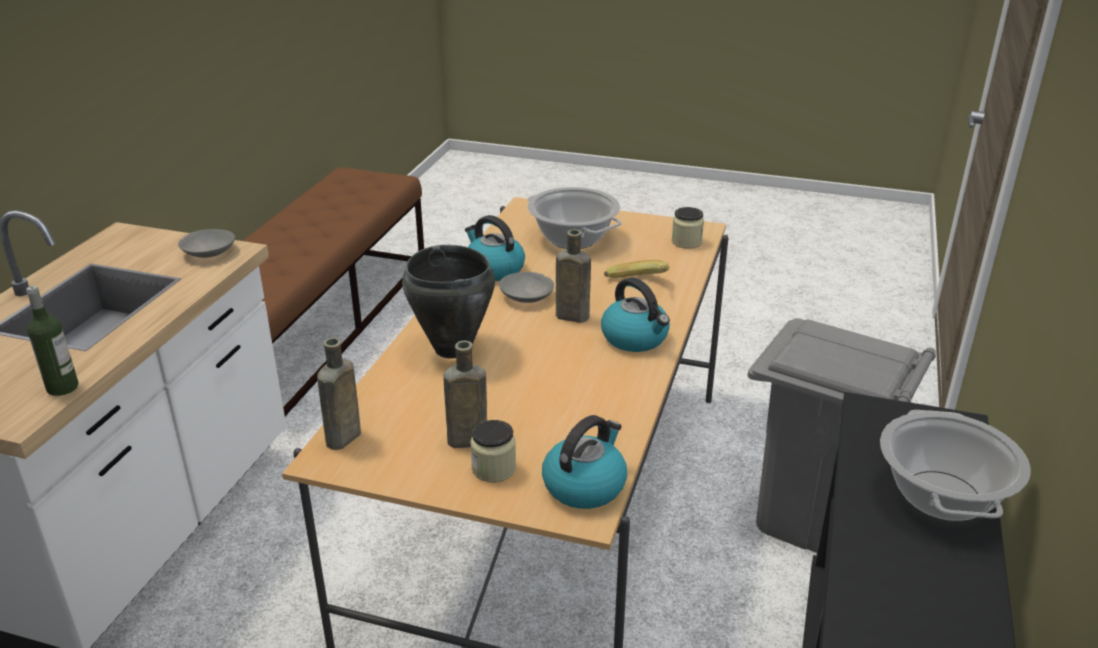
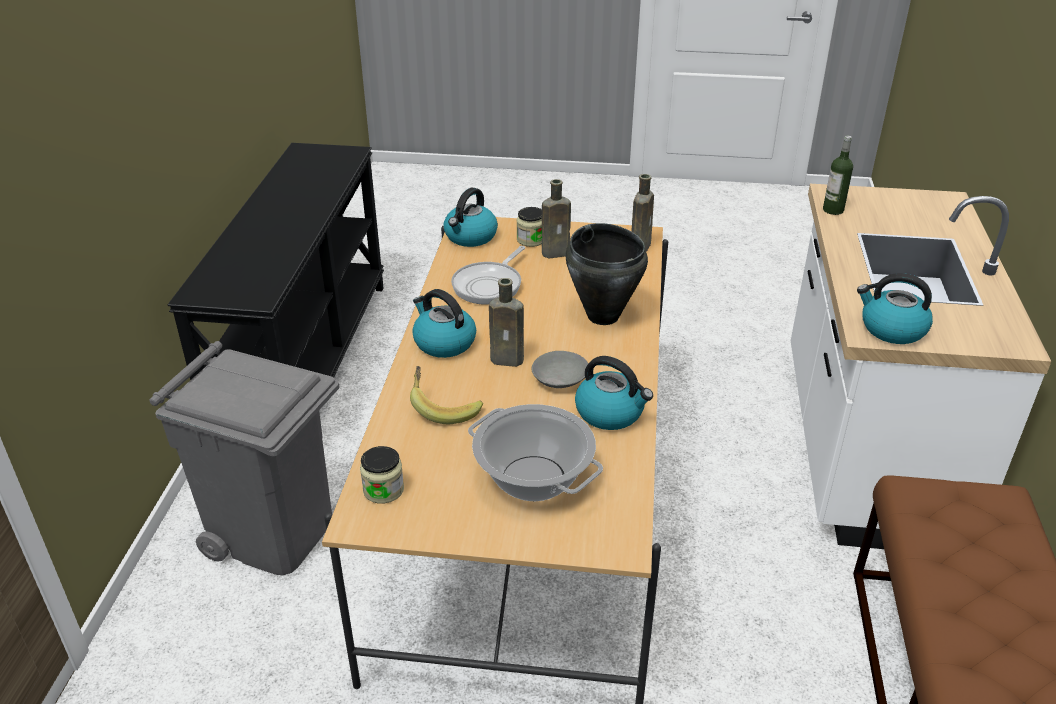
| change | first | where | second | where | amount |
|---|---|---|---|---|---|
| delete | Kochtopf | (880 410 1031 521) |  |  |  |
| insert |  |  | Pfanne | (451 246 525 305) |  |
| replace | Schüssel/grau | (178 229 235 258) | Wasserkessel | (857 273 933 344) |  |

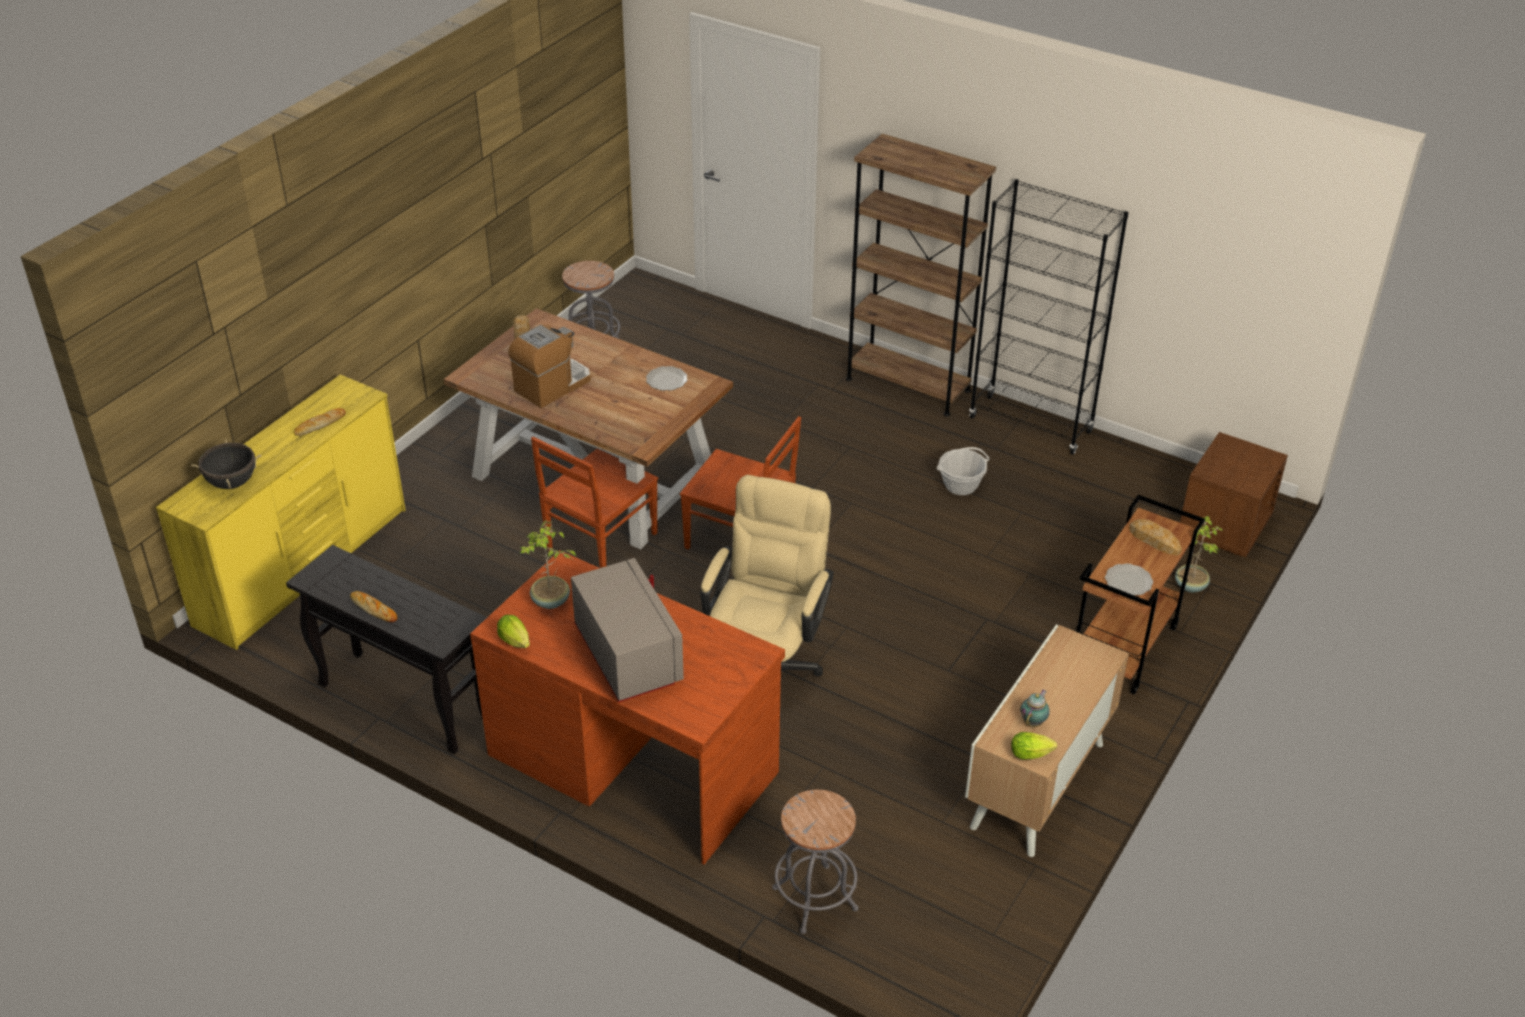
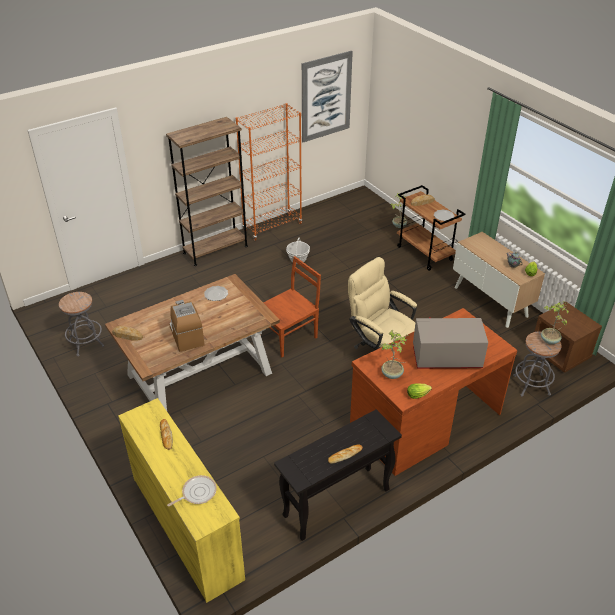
| change | first | where | second | where | amount |
|---|---|---|---|---|---|
| delete | Stuhl/braun | (531 437 658 568) |  |  |  |
| insert |  |  | Bild | (302 51 353 143) |  |
| insert |  |  | Topfpflanze | (541 301 569 345) |  |
| move | Nachttisch/braun | (1180 432 1288 557) |  | (534 302 602 373) |  |
| replace | Kochtopf/schwarz | (191 440 262 489) | Pfanne | (167 475 217 506) |  |
| recolor | Bücherregal/schwarz | (969 179 1129 455) | Bücherregal/orange | (236 103 302 241) |  |

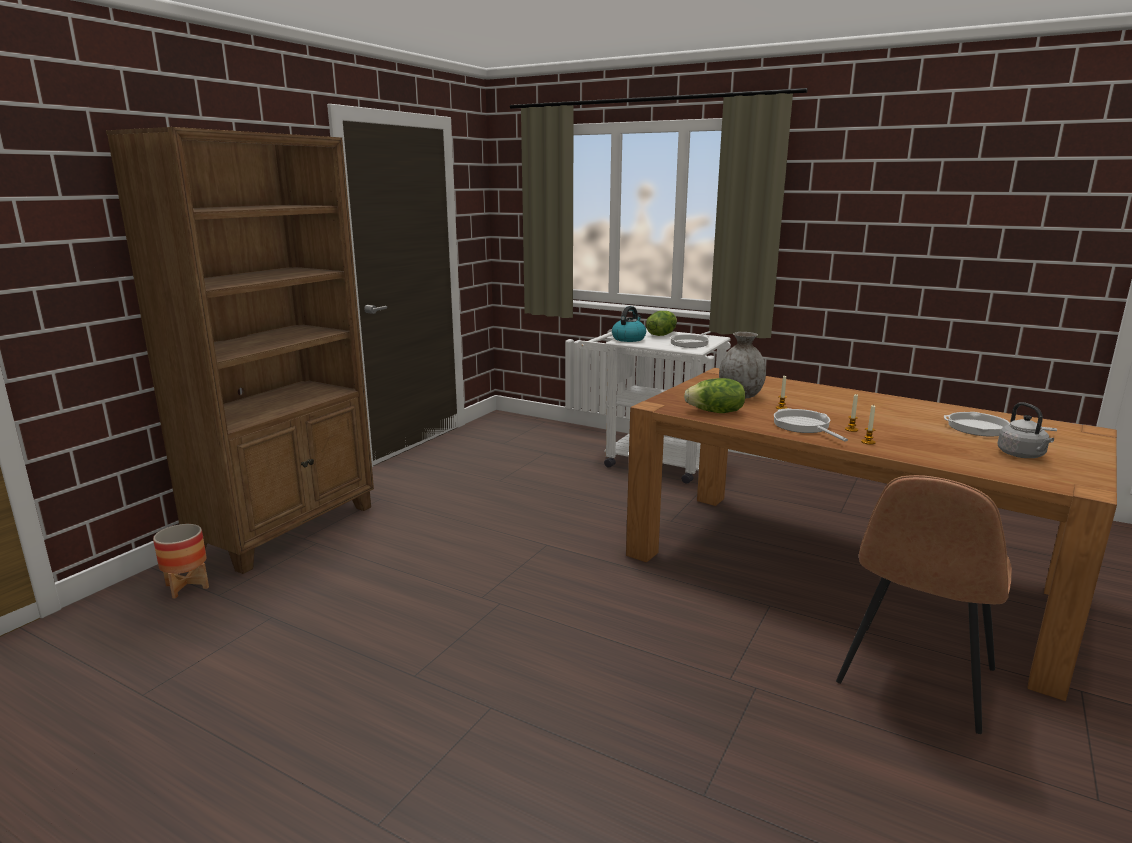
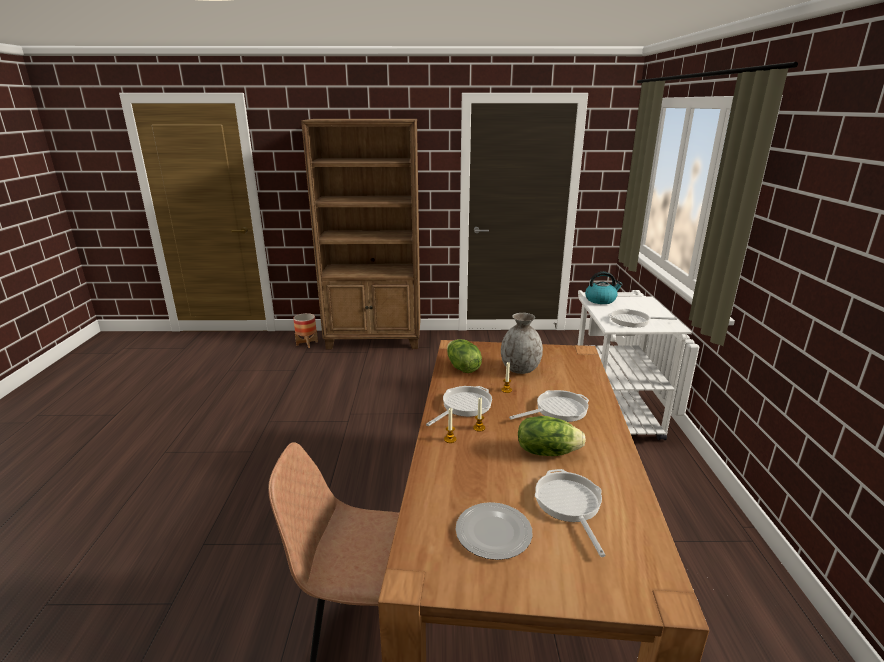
| change | first | where | second | where | amount |
|---|---|---|---|---|---|
| insert |  |  | Pfanne | (509 390 589 422) |  |
| move | Salatkopf | (646 311 677 336) |  | (518 416 586 456) |  |
| replace | Wasserkessel/grau | (998 402 1054 458) | Teller | (456 502 533 560) |  |

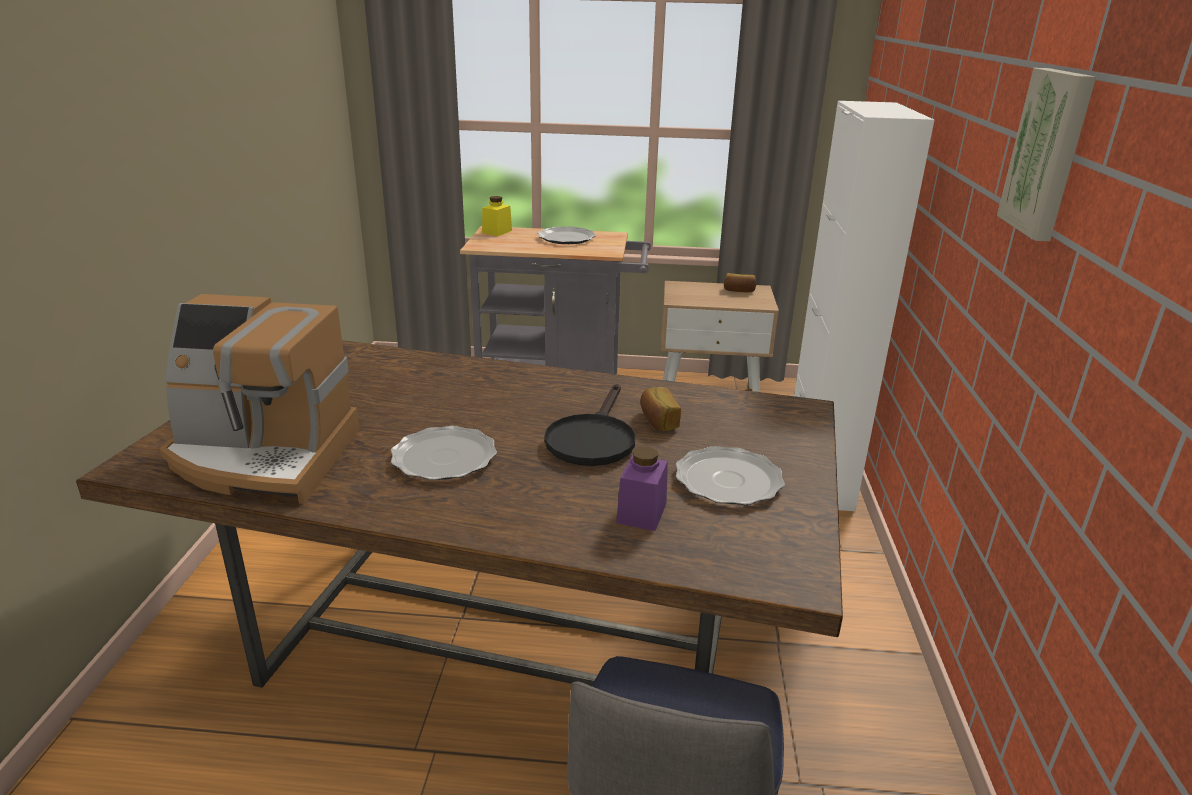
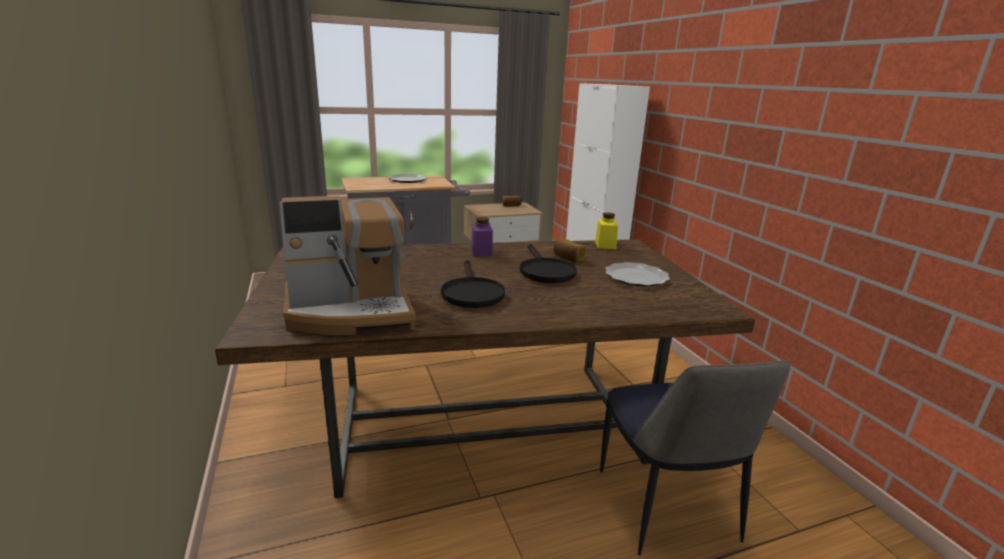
| change | first | where | second | where | amount |
|---|---|---|---|---|---|
| delete | Bild | (997 68 1096 241) |  |  |  |
| move | Vorratsglas/gelb | (482 196 512 236) |  | (595 213 618 249) |  |
| move | Vorratsglas/lila | (616 446 668 531) |  | (471 217 493 256) |  |
| replace | Teller | (391 426 497 480) | Pfanne/schwarz | (441 260 505 308) |  |

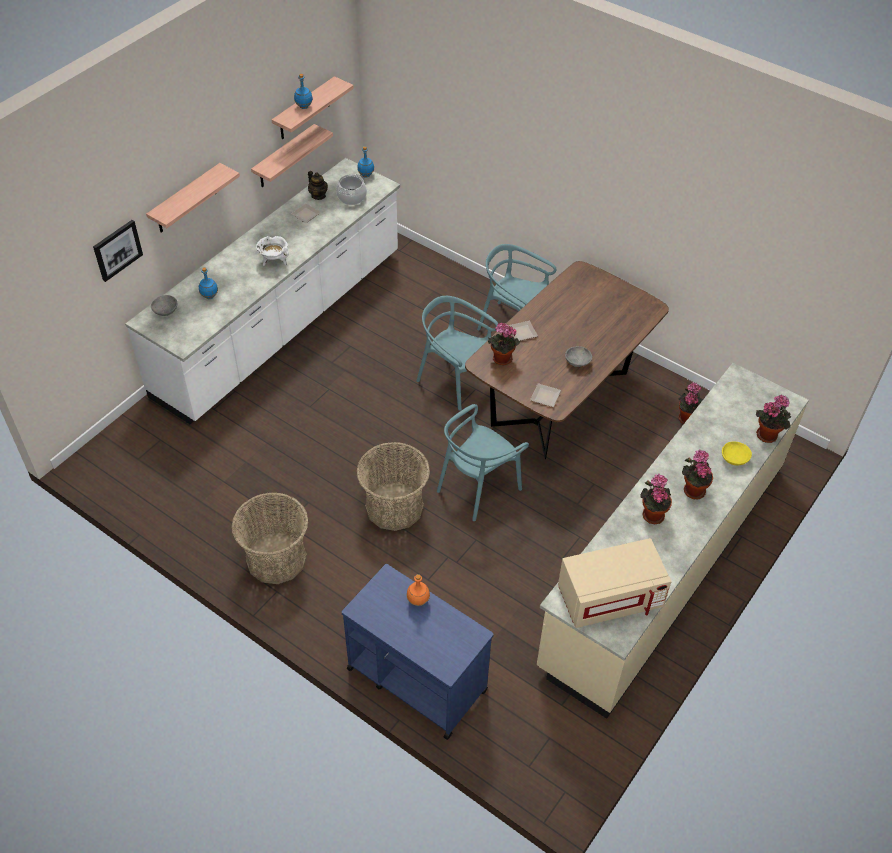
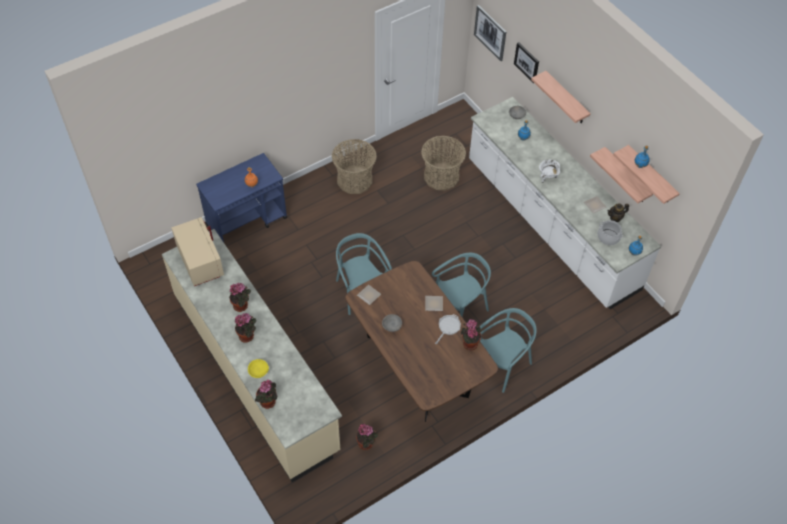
| change | first | where | second | where | amount |
|---|---|---|---|---|---|
| insert |  |  | Pfanne | (435 314 461 344) |  |
| insert |  |  | Bild | (474 5 506 61) |  |
| move | Korb | (357 442 430 531) |  | (421 136 466 190) |  |
| move | Topfpflanze | (488 323 520 365) |  | (461 319 481 350) |  |
| rotate | Mikrowelle/beige | (558 538 672 628) |  | (172 217 224 286) | 150 degrees clockwise |

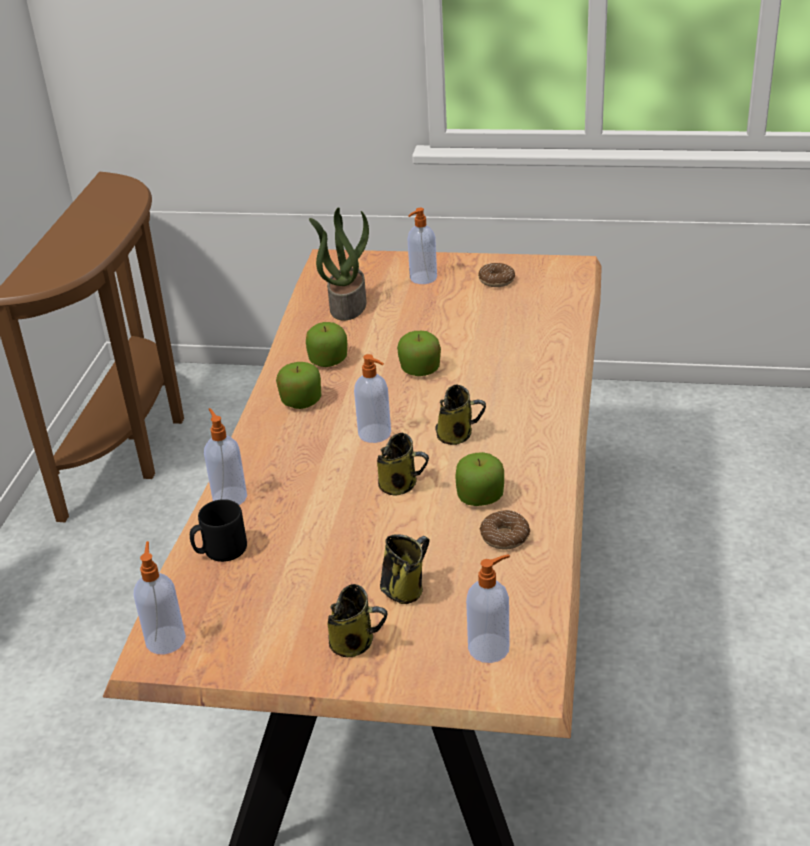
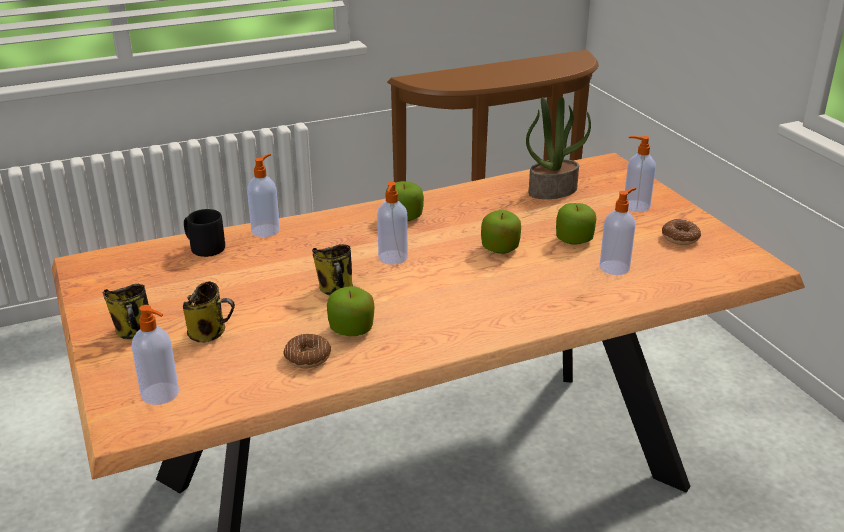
| change | first | where | second | where | amount |
|---|---|---|---|---|---|
| delete | Henkelbecher | (435 384 486 445) |  |  |  |
| move | Seifenspender | (134 541 186 654) |  | (599 188 636 275) |  |
| move | Apfel | (306 322 347 367) |  | (556 203 596 245) |  |

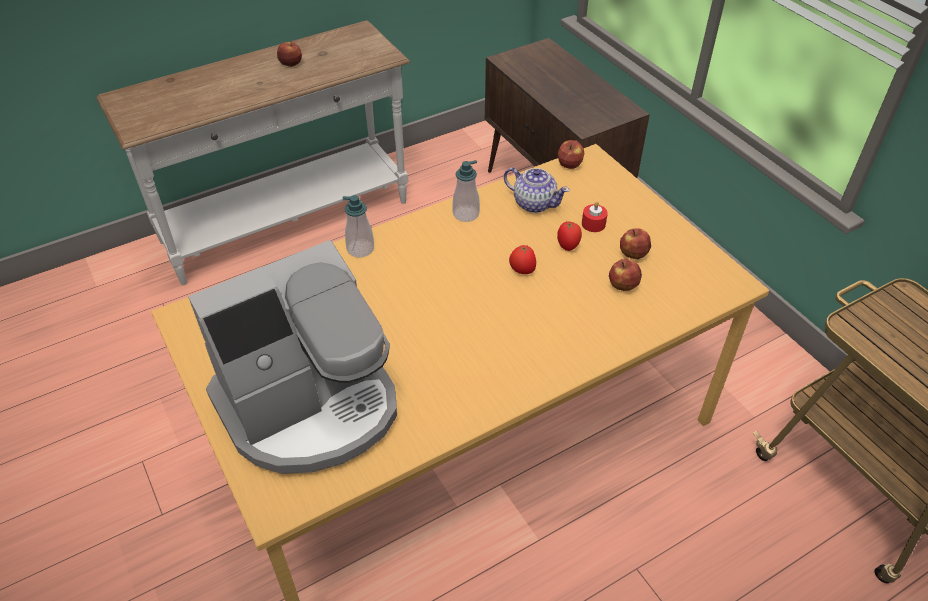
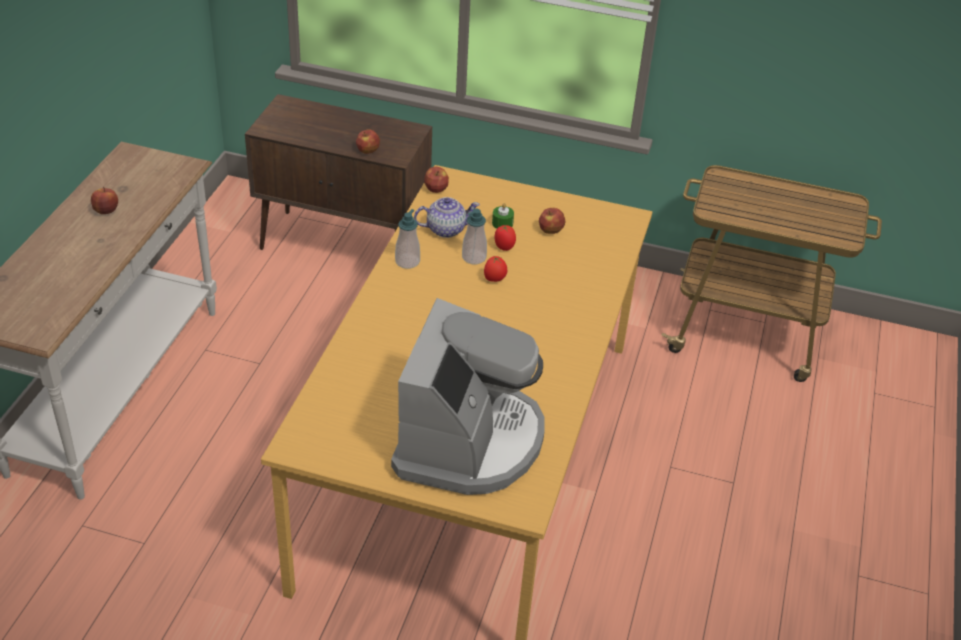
| change | first | where | second | where | amount |
|---|---|---|---|---|---|
| move | Seifenspender | (342 195 374 258) |  | (462 209 487 264) |  |
| move | Apfel | (609 259 642 291) |  | (356 129 380 154) |  |
| recolor | Kerze/rot | (582 202 608 232) | Kerze/grün | (492 203 514 229) |  |

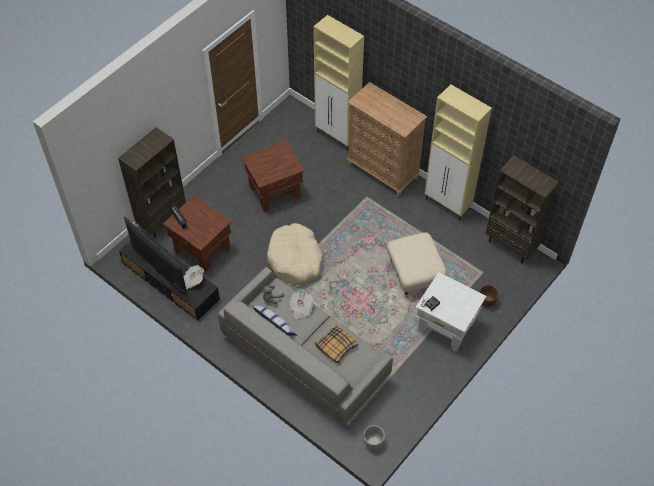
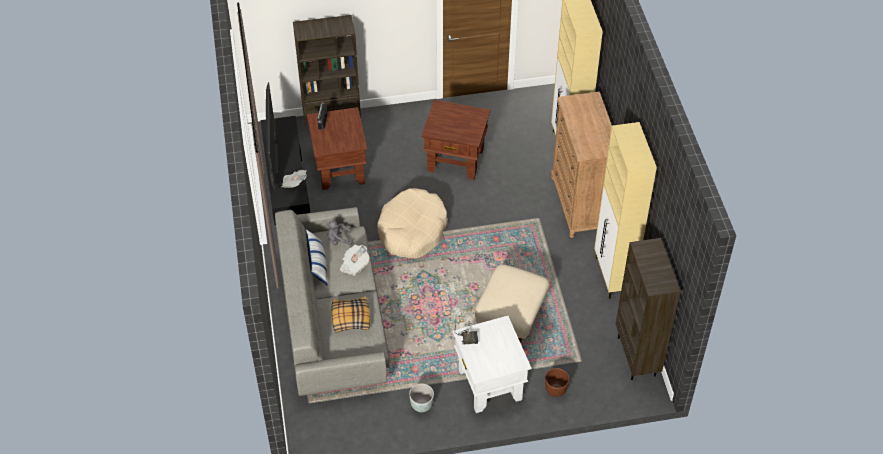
| change | first | where | second | where | amount |
|---|---|---|---|---|---|
| move | Pflanzkübel/grau | (364 425 385 450) |  | (409 384 434 412) |  |

